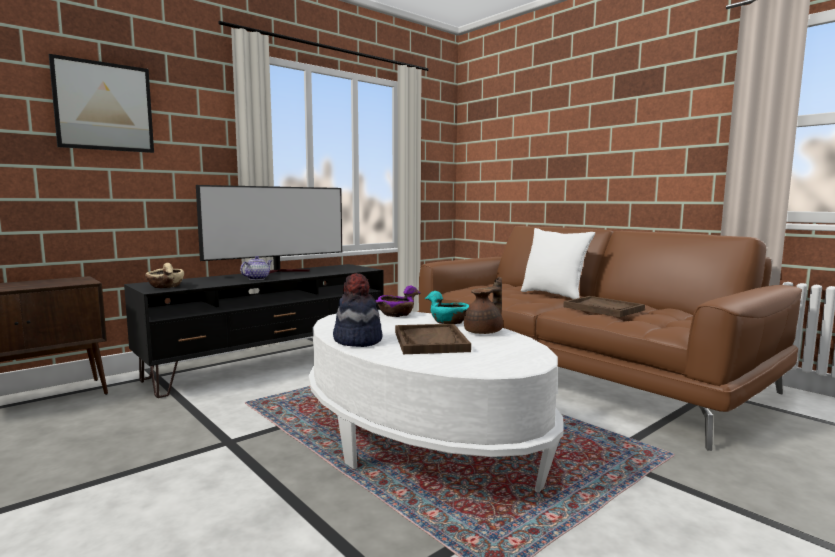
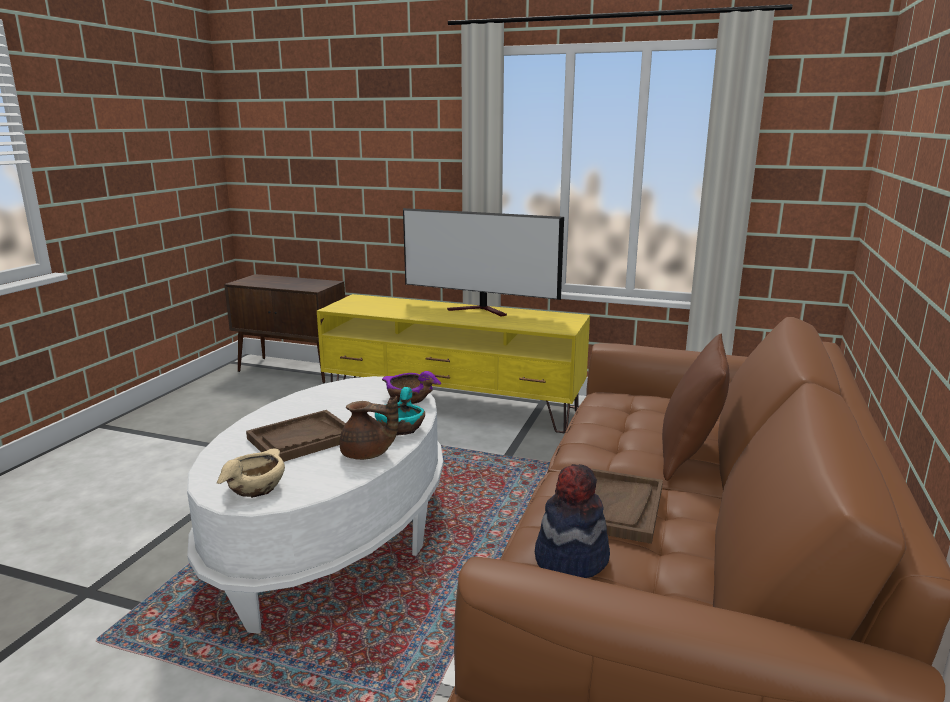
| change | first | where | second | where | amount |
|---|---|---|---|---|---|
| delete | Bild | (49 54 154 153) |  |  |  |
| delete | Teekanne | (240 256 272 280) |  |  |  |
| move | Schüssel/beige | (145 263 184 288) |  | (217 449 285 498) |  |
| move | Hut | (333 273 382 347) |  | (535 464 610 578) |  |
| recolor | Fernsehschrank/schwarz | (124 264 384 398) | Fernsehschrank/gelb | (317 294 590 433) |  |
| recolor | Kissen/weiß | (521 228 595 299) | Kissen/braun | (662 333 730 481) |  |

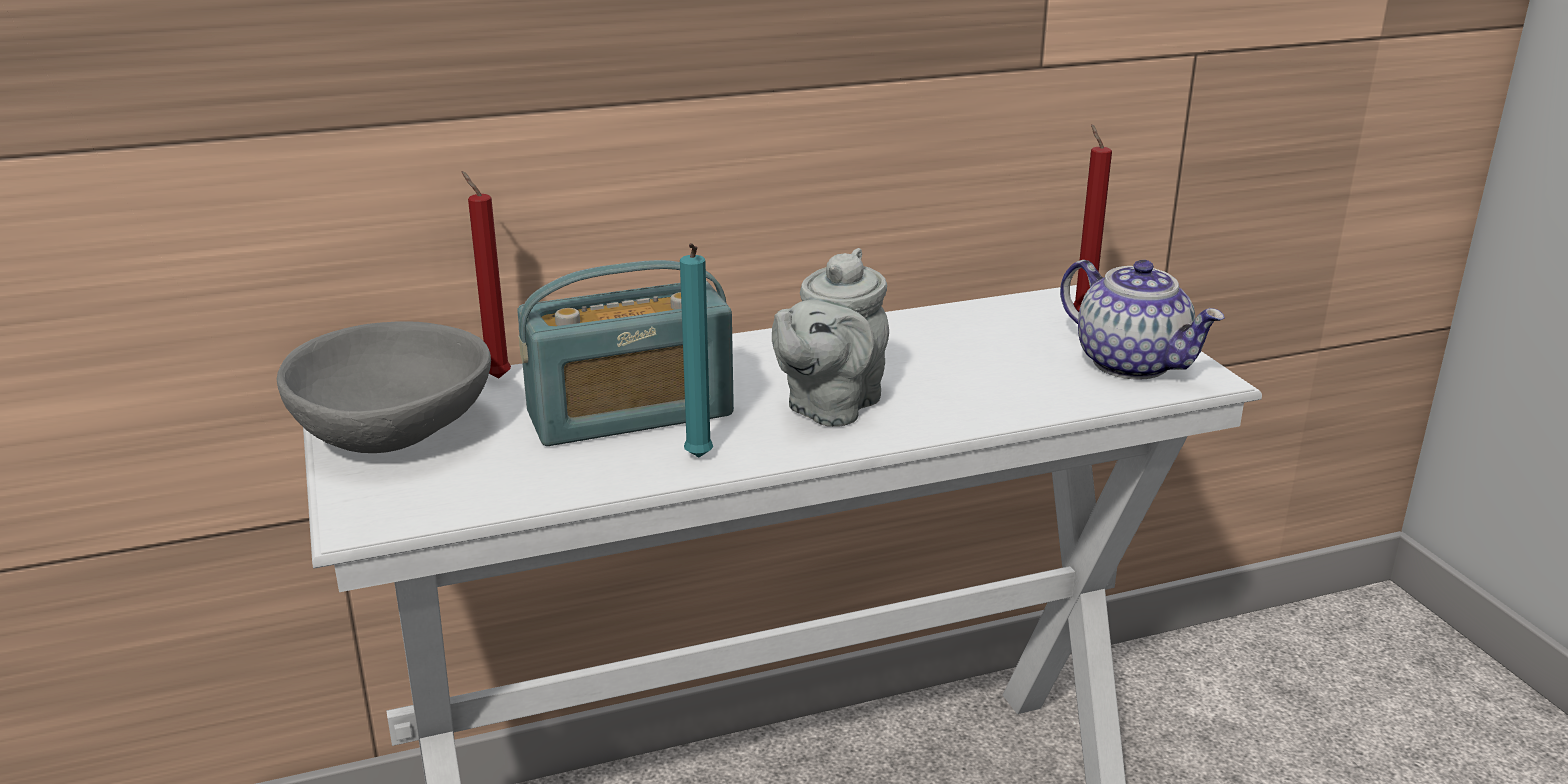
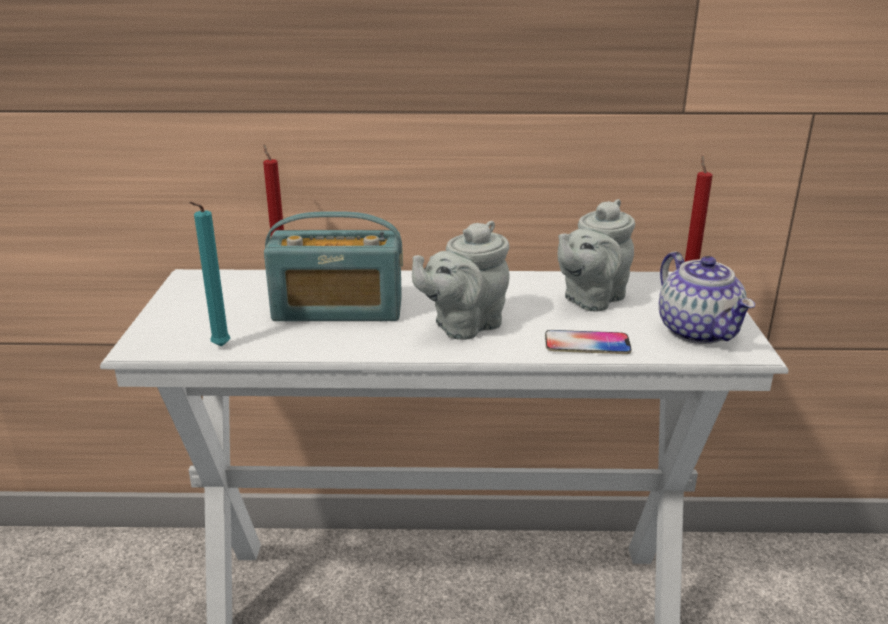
| change | first | where | second | where | amount |
|---|---|---|---|---|---|
| delete | Schüssel/grau | (277 322 491 453) |  |  |  |
| insert |  |  | Handy | (545 330 632 354) |  |
| insert |  |  | Teekanne/grau | (557 199 635 312) |  |
| move | Kerze/türkis | (680 243 713 457) |  | (189 202 231 347) |  |

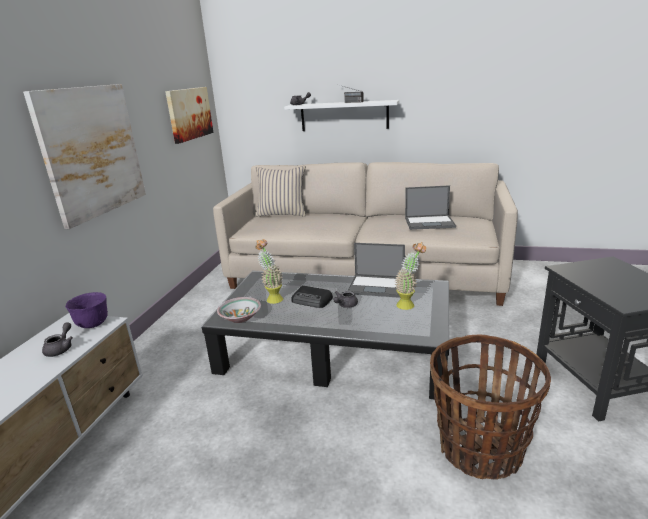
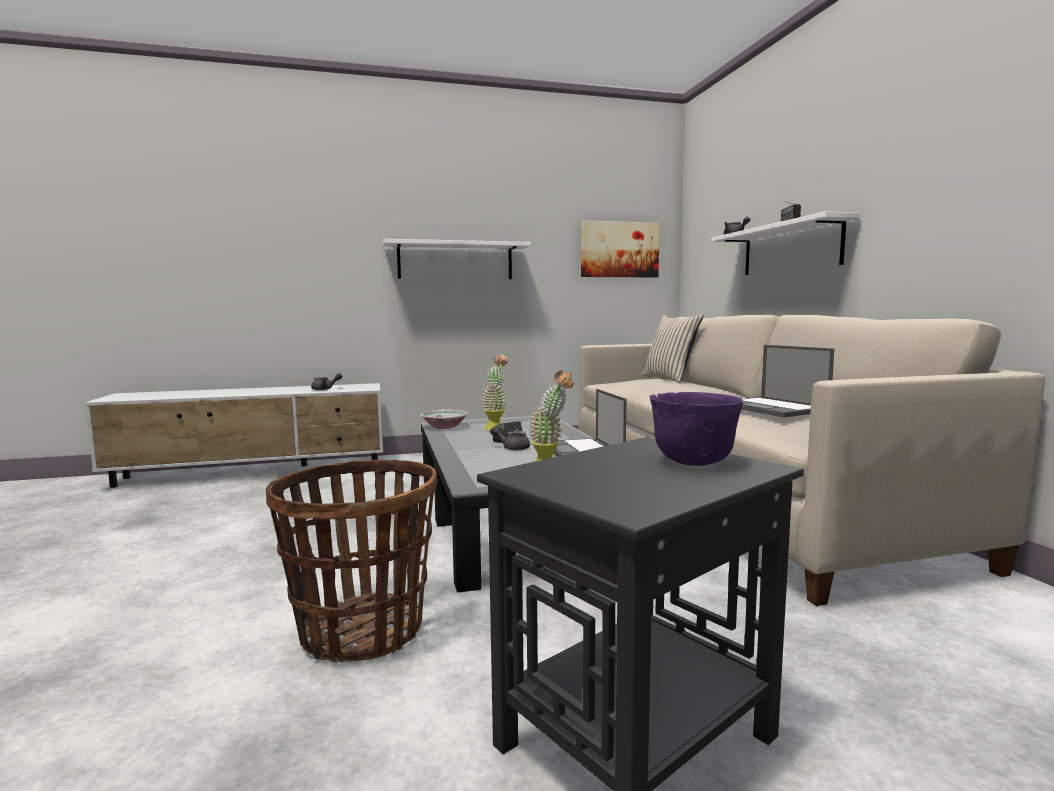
| change | first | where | second | where | amount |
|---|---|---|---|---|---|
| move | Schüssel/lila | (65 292 108 328) |  | (650 392 743 466) |  |
| replace | Bild | (23 84 146 229) | Wandregal/weiß | (383 239 531 279) |  |

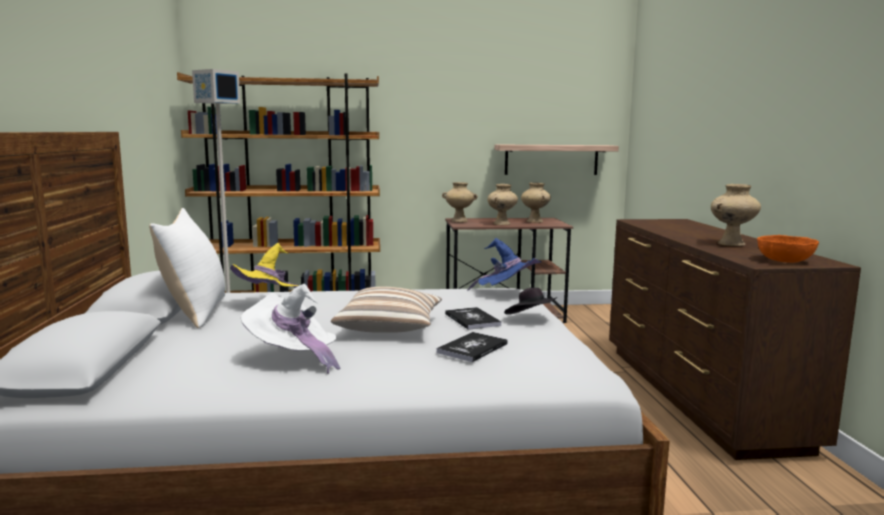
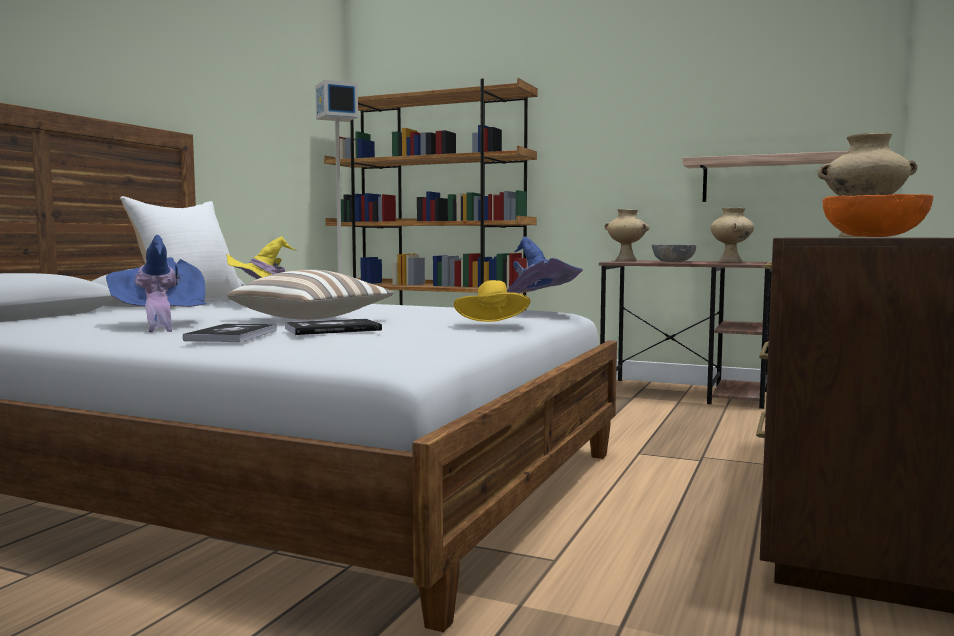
| change | first | where | second | where | amount |
|---|---|---|---|---|---|
| move | Buch | (445 307 502 330) |  | (183 323 277 342) |  |
| replace | Vase/beige | (487 184 518 225) | Schüssel/grau | (652 244 696 262) |  |
| recolor | Hut/weiß | (241 284 340 374) | Hut/blau | (106 235 206 332) |  |
| recolor | Hut/schwarz | (504 288 557 315) | Hut/gelb | (454 280 531 322) |  |

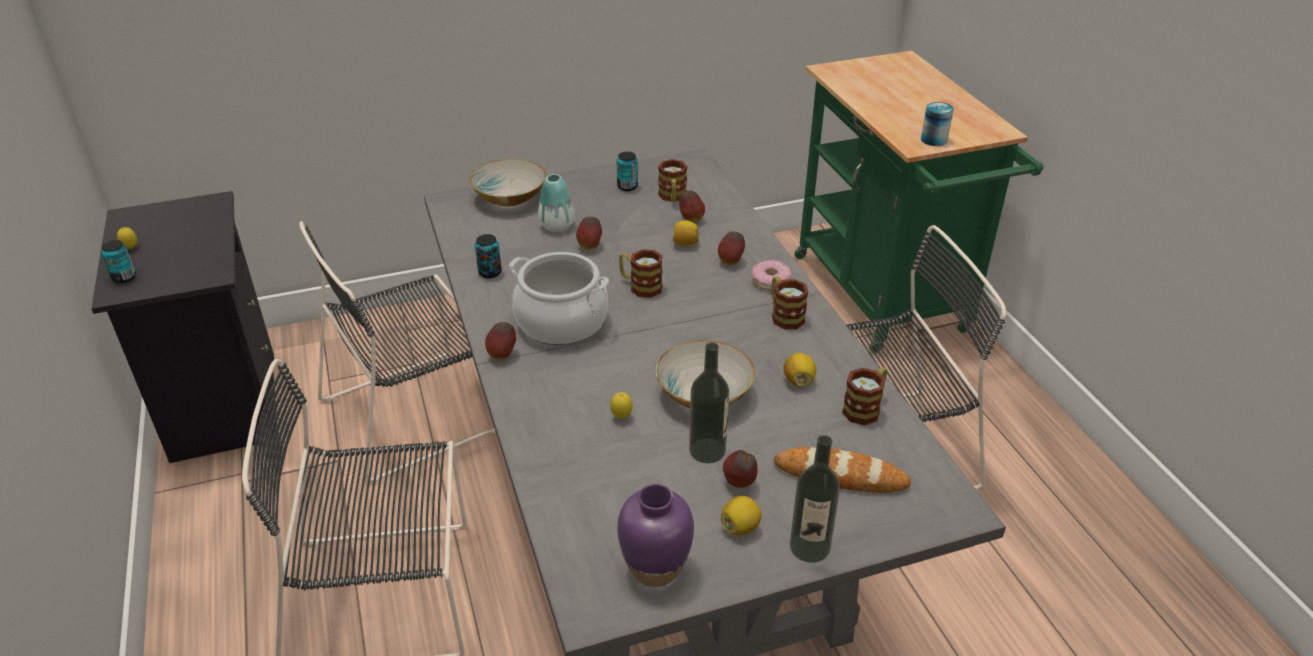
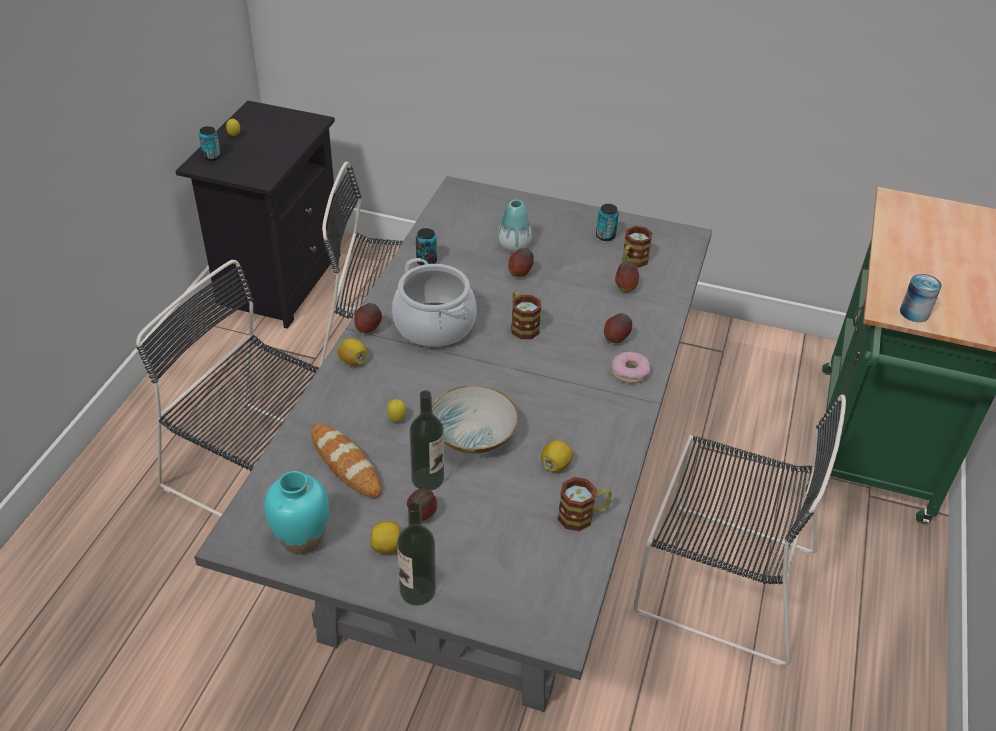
| change | first | where | second | where | amount |
|---|---|---|---|---|---|
| delete | Schüssel | (469 159 546 207) |  |  |  |
| delete | Henkelbecher | (772 276 809 330) |  |  |  |
| move | Zitrone | (673 220 699 246) |  | (337 338 367 366) |  |
| move | Brot | (774 447 911 493) |  | (311 424 382 498) |  |
| recolor | Vase/lila | (617 484 694 587) | Vase/türkis | (264 471 329 554) |  |

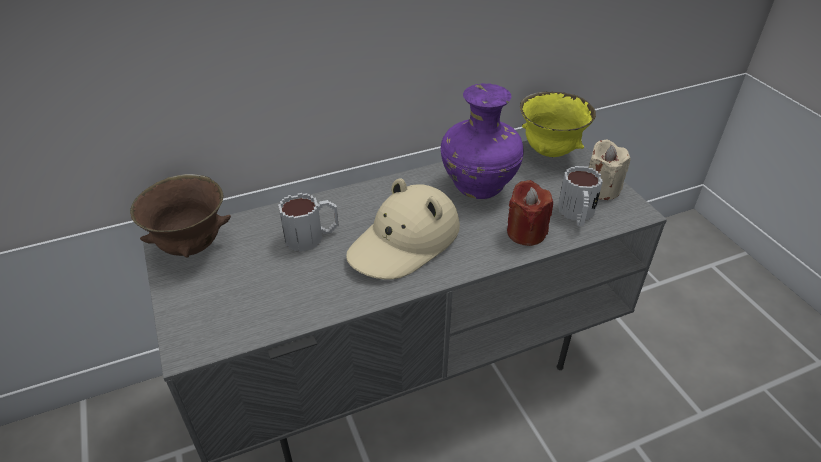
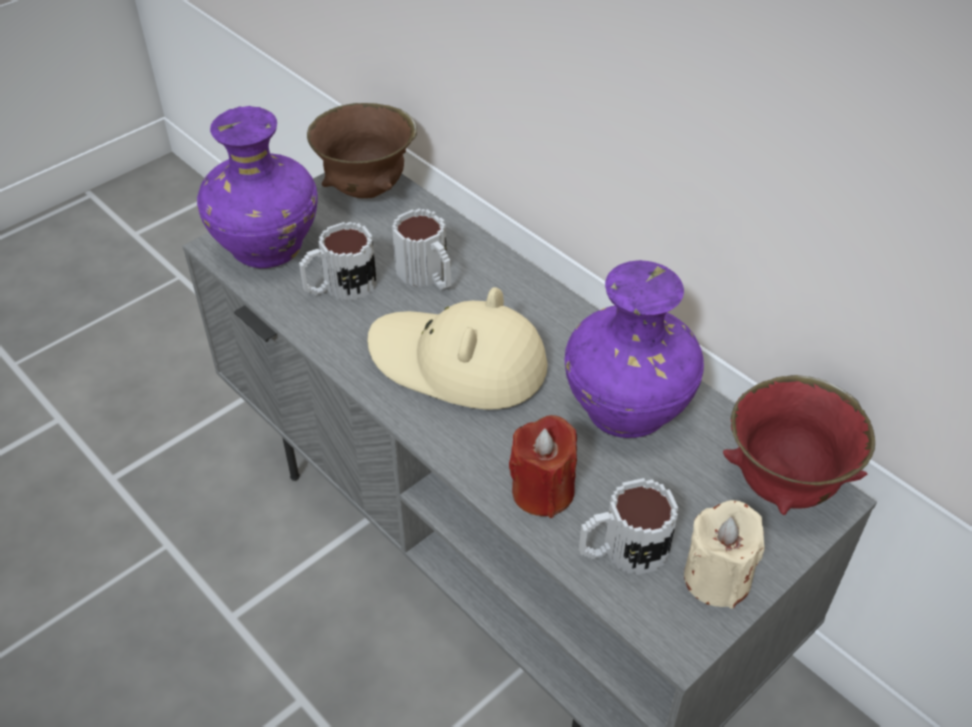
| change | first | where | second | where | amount |
|---|---|---|---|---|---|
| insert |  |  | Vase/lila | (197 106 318 268) |  |
| insert |  |  | Henkelbecher | (299 222 377 301) |  |
| recolor | Schüssel/gelb | (520 91 596 157) | Schüssel/rot | (723 375 875 515) |  |

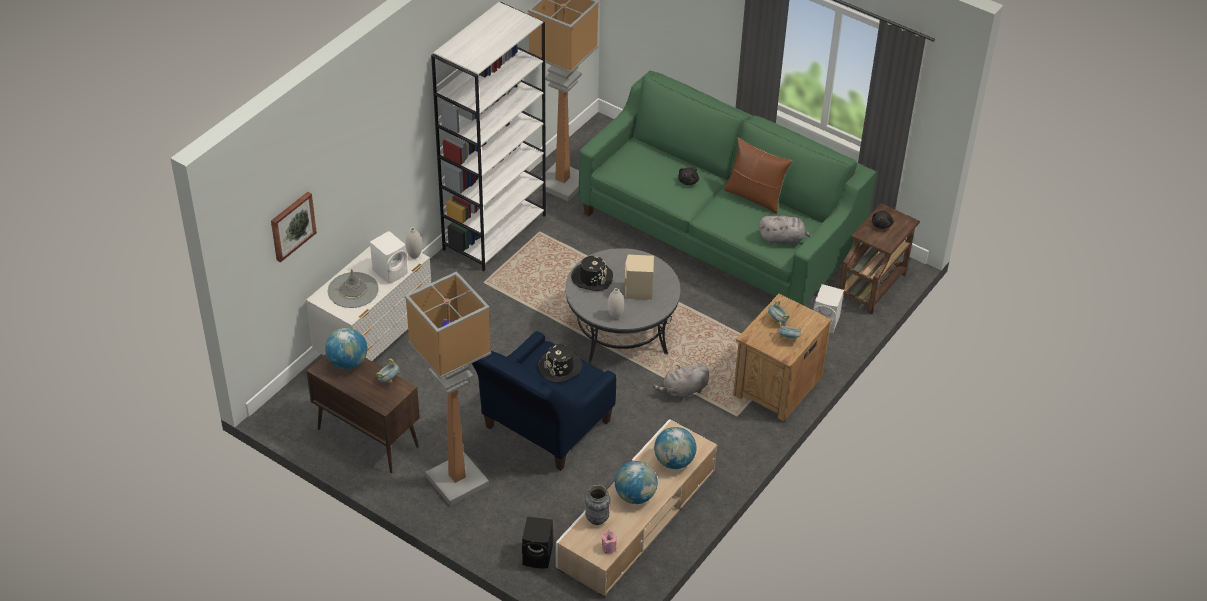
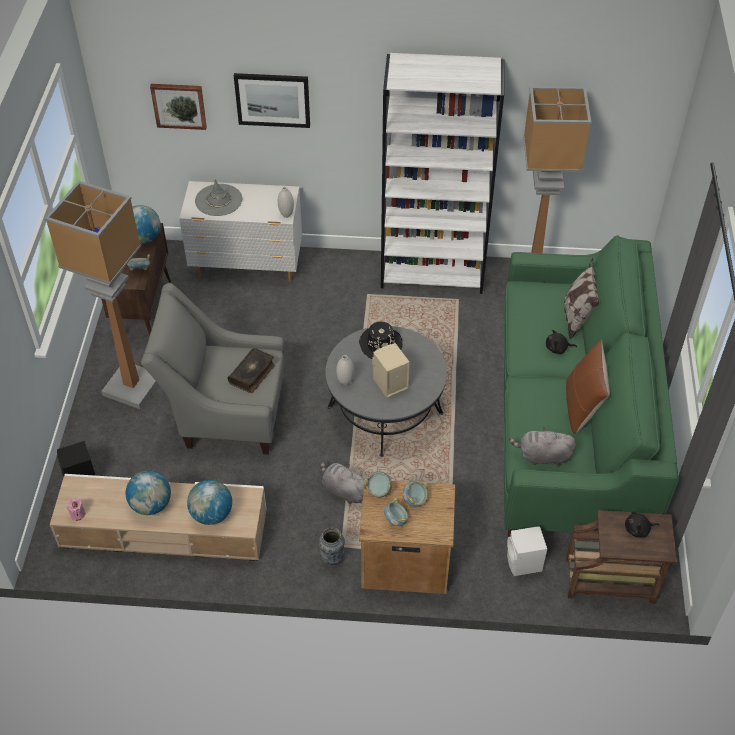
| change | first | where | second | where | amount |
|---|---|---|---|---|---|
| delete | Lautsprecher/weiß | (370 231 408 284) |  |  |  |
| insert |  |  | Bild | (234 73 310 128) |  |
| insert |  |  | Schüssel | (364 471 392 498) |  |
| insert |  |  | Kissen | (564 258 599 339) |  |
| move | Vase | (585 485 611 525) |  | (319 528 345 565) |  |
| replace | Hut/schwarz | (538 344 583 382) | Buch | (228 348 275 393) |  |
| recolor | Sessel/blau | (471 331 616 471) | Sessel/grau | (141 283 286 454) |  |
| rotate | Plüschtier/grau | (759 216 812 246) |  | (509 426 576 466) | 120 degrees clockwise |

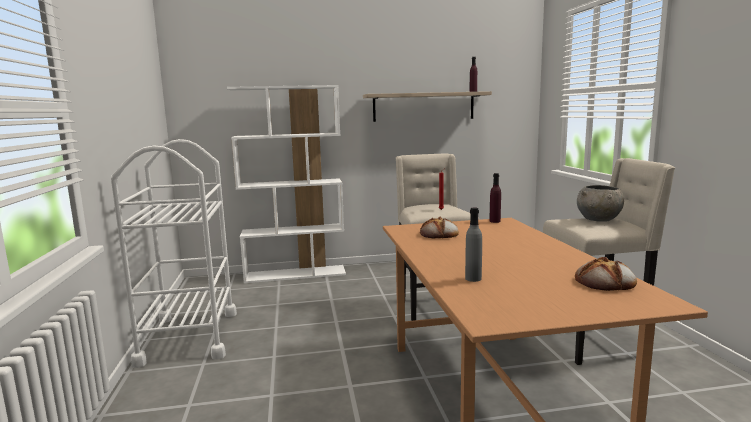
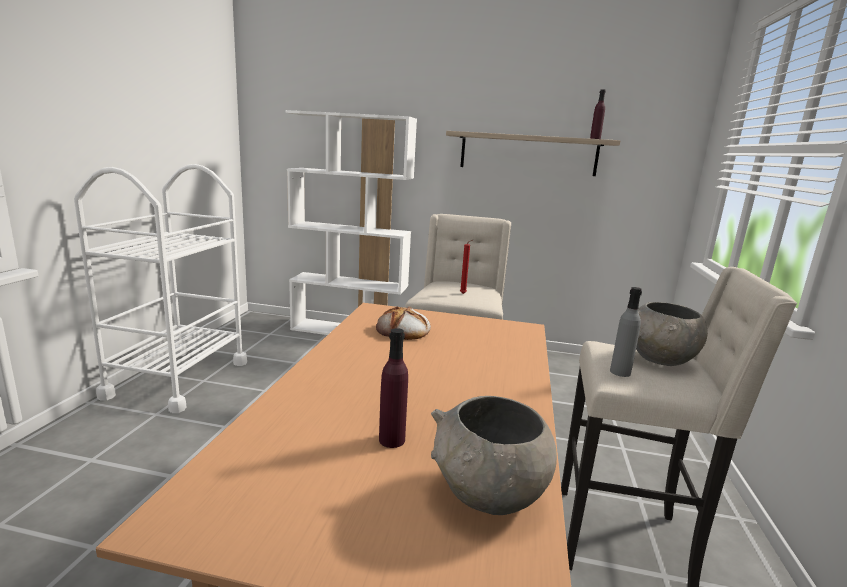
| change | first | where | second | where | amount |
|---|---|---|---|---|---|
| move | Flasche/grau | (465 208 482 282) |  | (610 287 642 377) |  |
| move | Flasche/lila | (490 173 501 223) |  | (379 328 408 448) |  |
| replace | Brot | (575 257 637 291) | Schüssel/grau | (431 396 557 515) |  |

